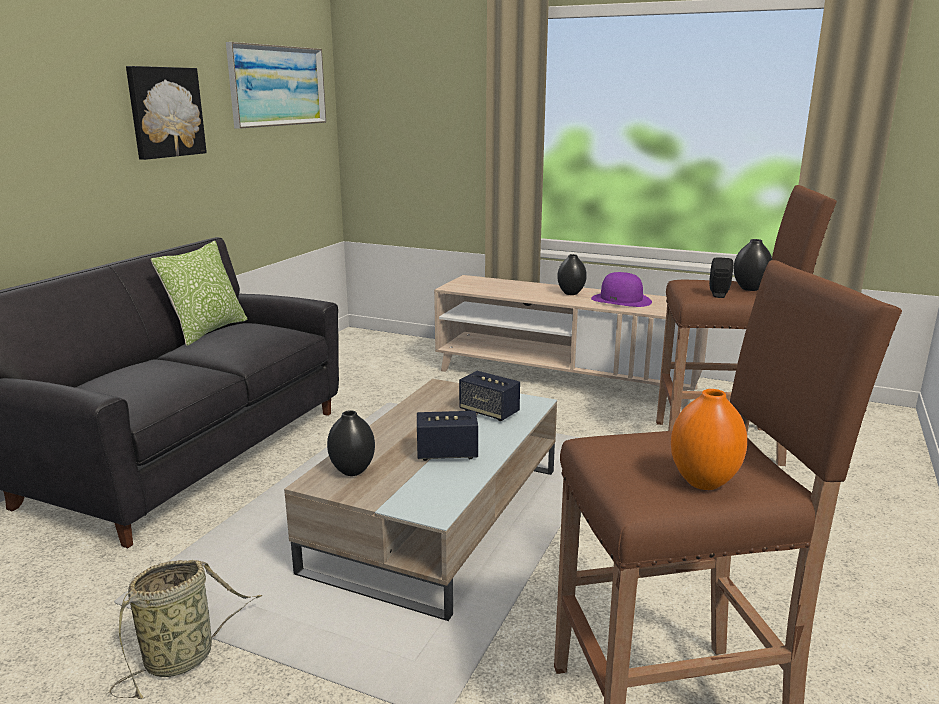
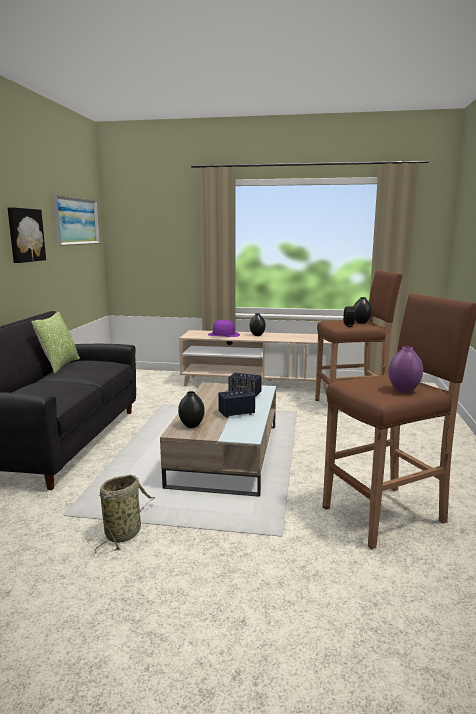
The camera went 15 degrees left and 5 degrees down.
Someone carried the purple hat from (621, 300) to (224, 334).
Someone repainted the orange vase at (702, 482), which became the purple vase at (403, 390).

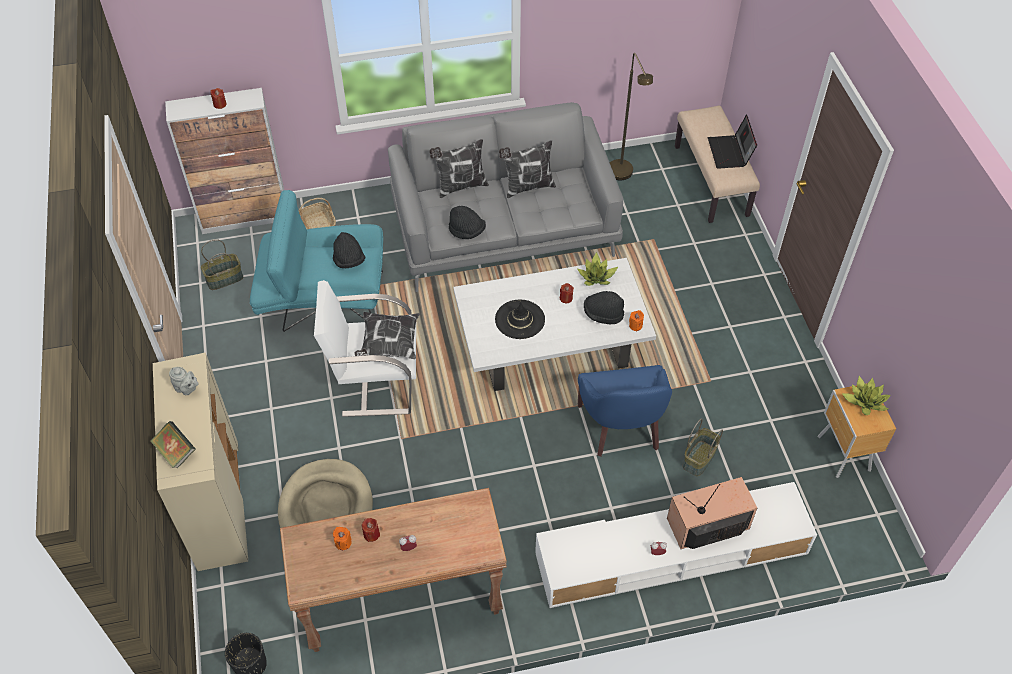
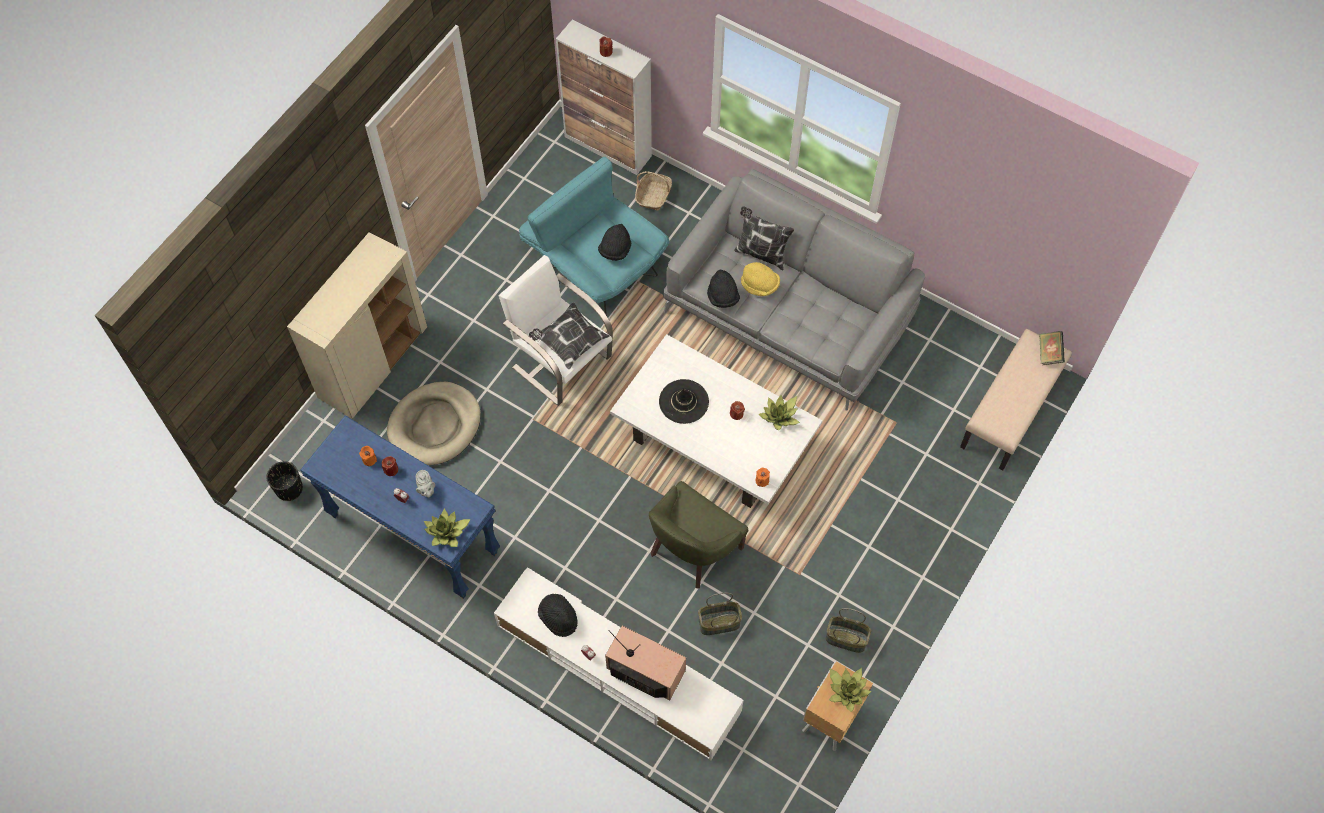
The camera went 45 degrees right and 10 degrees up.
Someone took away the pillow at (527, 187).
Someone took away the brown floor lamp at (623, 176).
Someone took away the laptop at (730, 153).
Someone put down the potted plant at (447, 532).
Someone put down the yellow hat at (760, 285).
Someone carried the book from (176, 452) to (1049, 353).
Someone carried the grey teapot from (187, 389) to (426, 490).
Someone carried the basket from (224, 278) to (846, 638).
Someone carried the black hat from (603, 314) to (558, 618).
Someone repainted the brown console table at (401, 604), which became the blue console table at (412, 535).
Someone repainted the blue armchair at (622, 427), which became the green armchair at (692, 549).

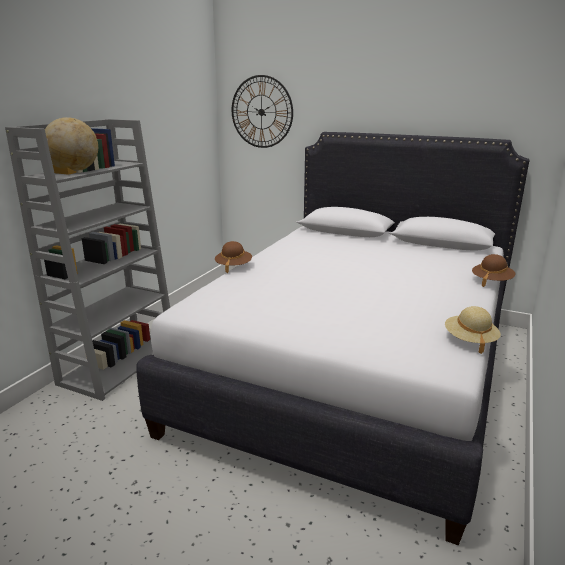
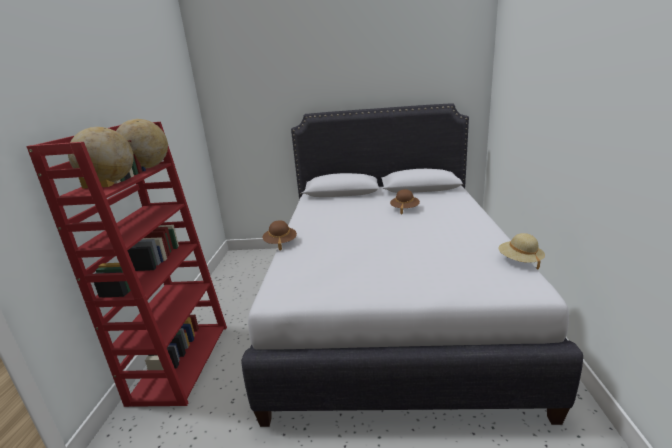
The camera went 20 degrees left and 0 degrees up.
Someone took away the wall clock at (261, 112).
Someone put down the globe at (147, 167).
Someone carried the brown hat from (491, 281) to (404, 209).
Someone repainted the grey bookcase at (120, 363), which became the red bookcase at (181, 361).

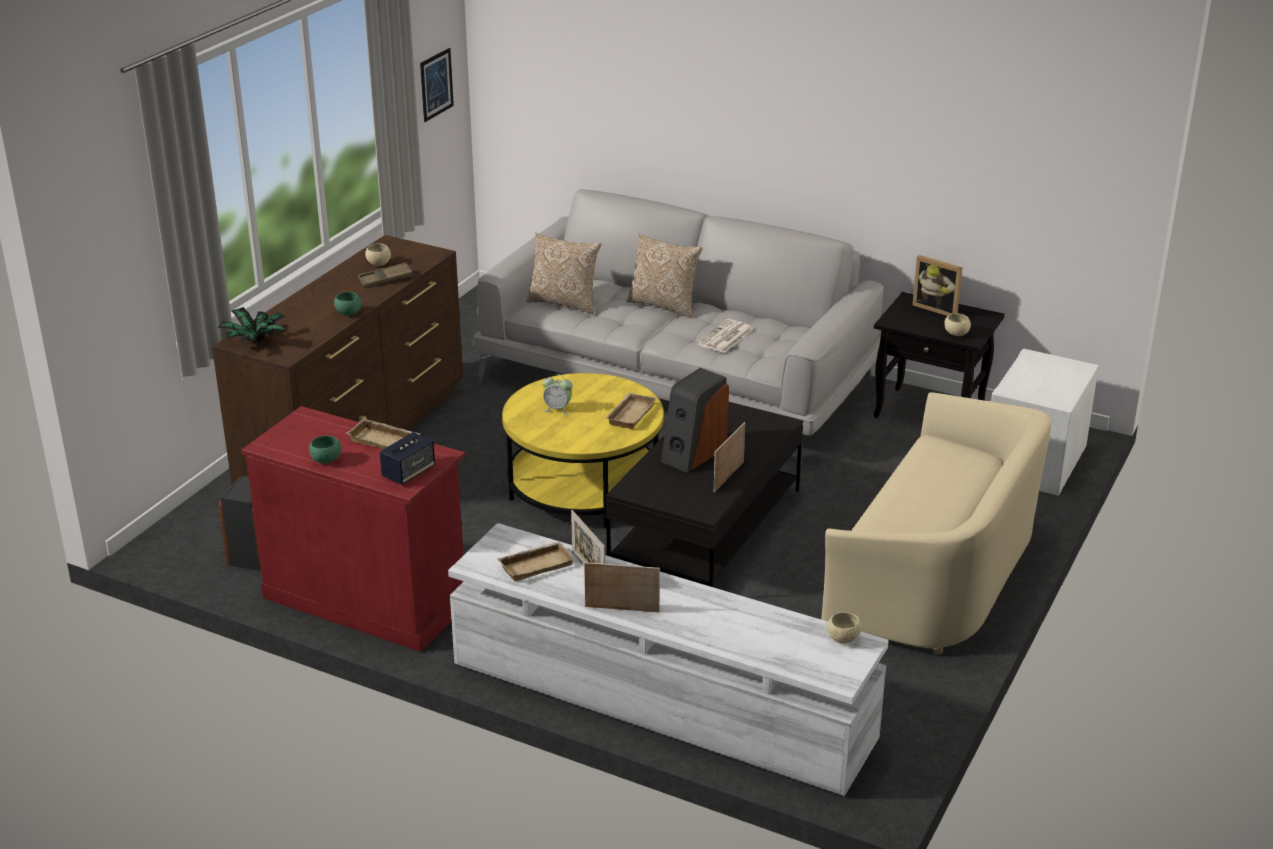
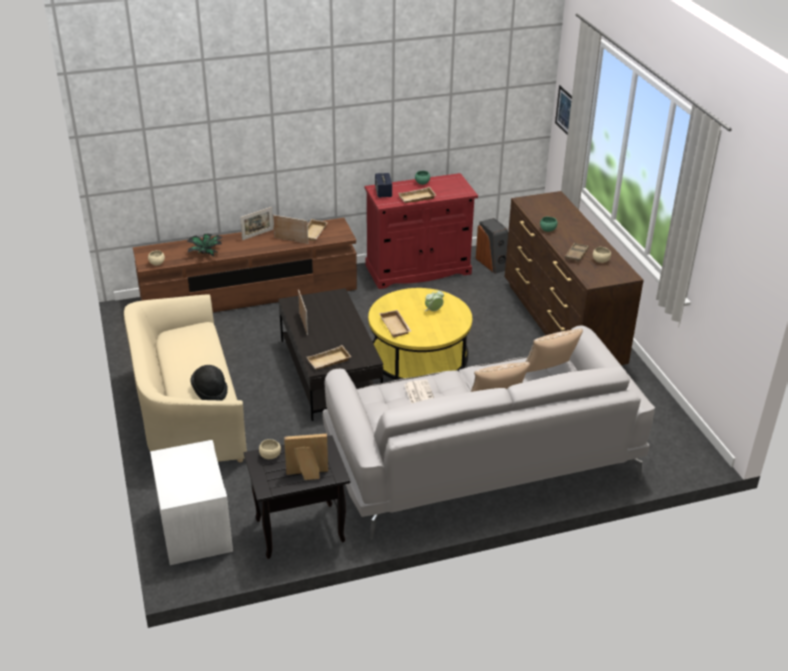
The camera went 135 degrees right and 5 degrees up.
Someone took away the speaker at (693, 453).
Someone put down the black hat at (210, 391).
Someone put down the beige tray at (328, 361).
Someone carried the potted plant from (254, 341) to (206, 253).
Someone carried the picture from (436, 84) to (565, 111).
Someone repainted the white tv stand at (661, 701), which became the brown tv stand at (249, 294).

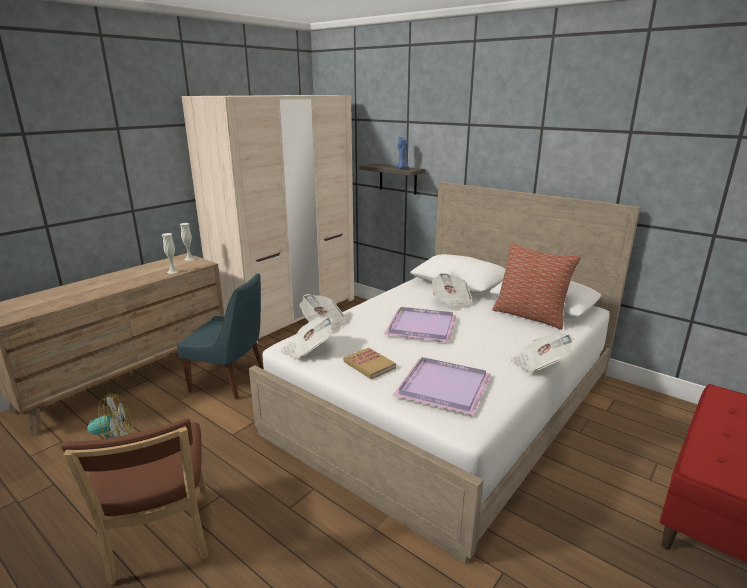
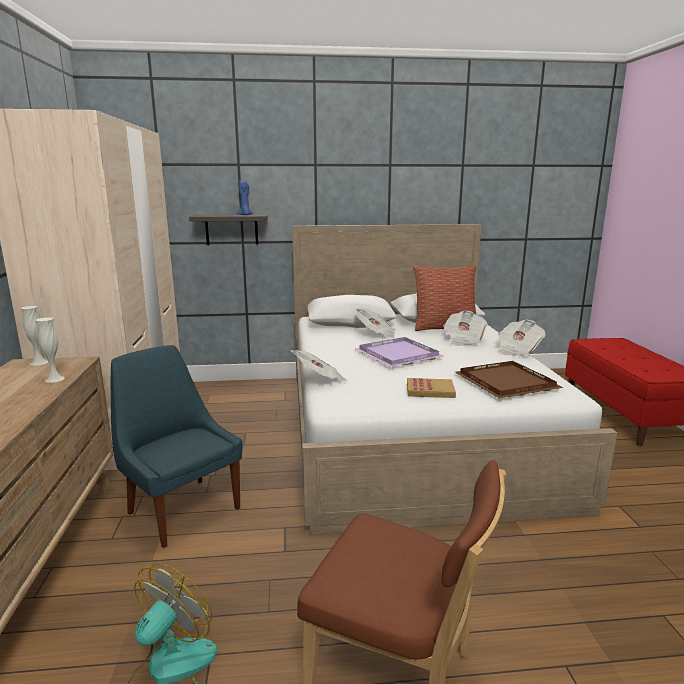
The camera went 45 degrees left and 5 degrees down.
Someone carried the newspaper from (307, 350) to (463, 340).
Someone repainted the purple tray at (442, 386), which became the brown tray at (504, 382).
Someone rotated the blue chair at (231, 380) by 105 degrees counterclockwise.

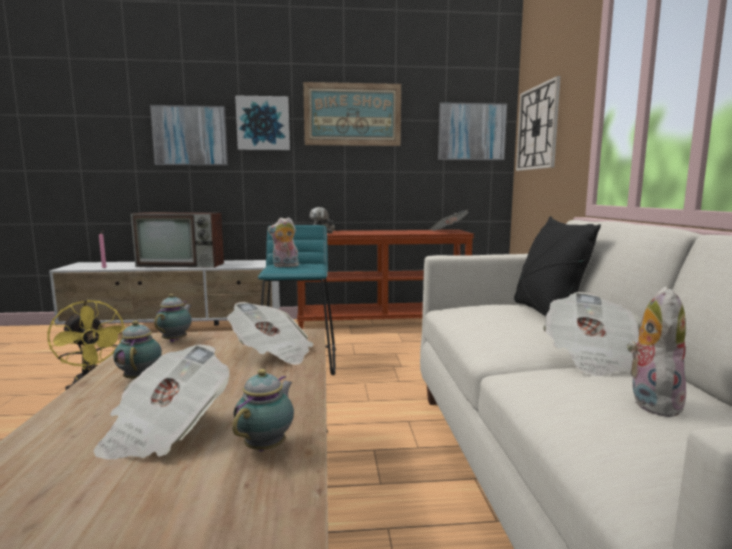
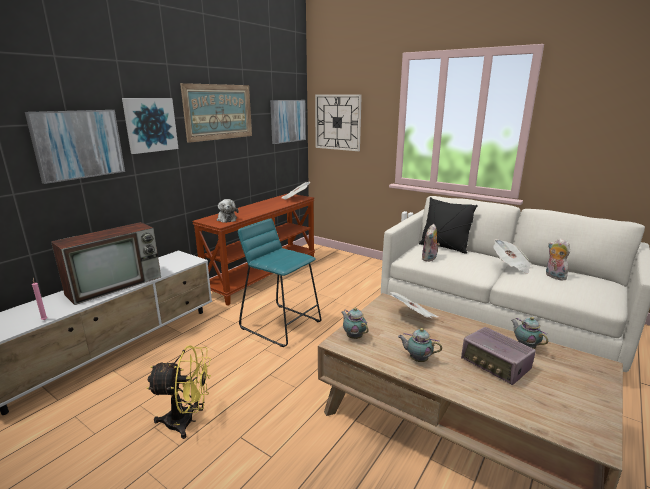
The camera went 50 degrees left and 10 degrees up.
Someone carried the plush toy from (285, 266) to (429, 259).
Someone swapped the newspaper at (165, 431) for the radio at (495, 365).

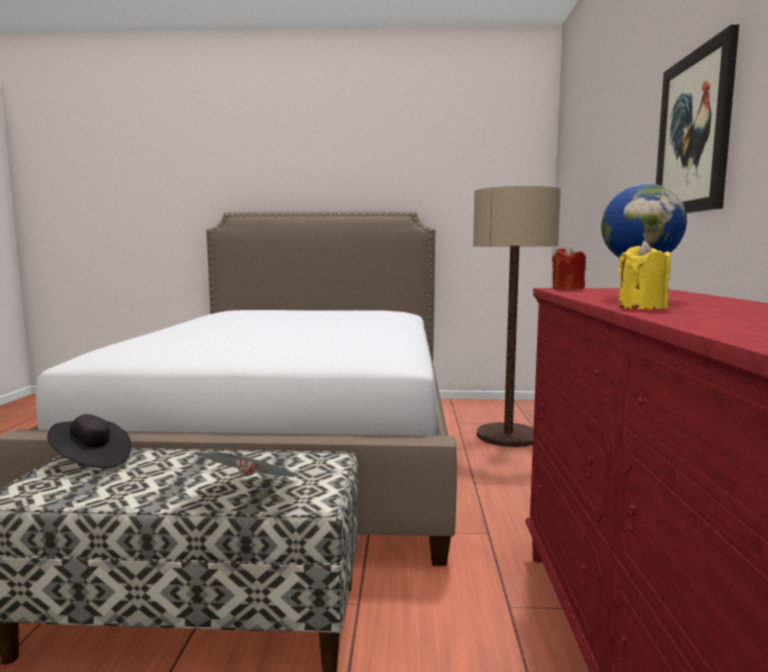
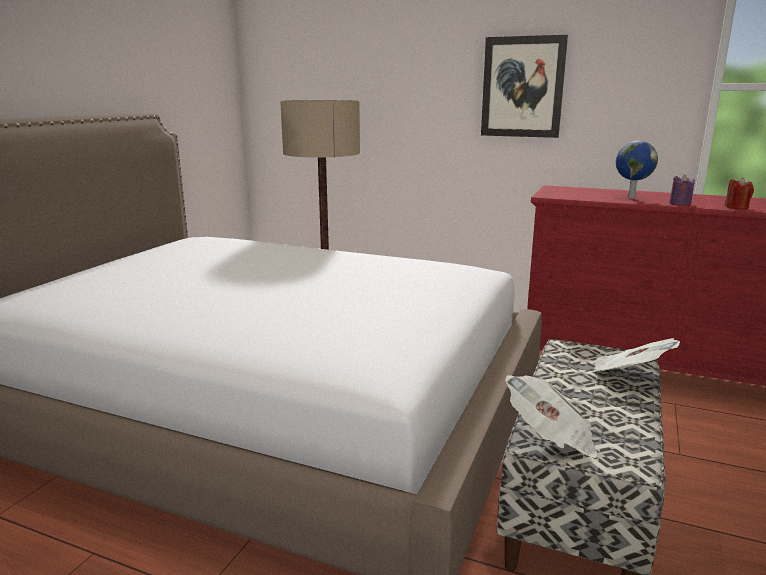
The camera went 70 degrees left and 10 degrees up.
Someone carried the red candle from (567, 288) to (736, 207).
Someone swapped the black hat at (91, 460) for the newspaper at (550, 437).
Someone repainted the yellow candle at (641, 307), which became the purple candle at (680, 204).

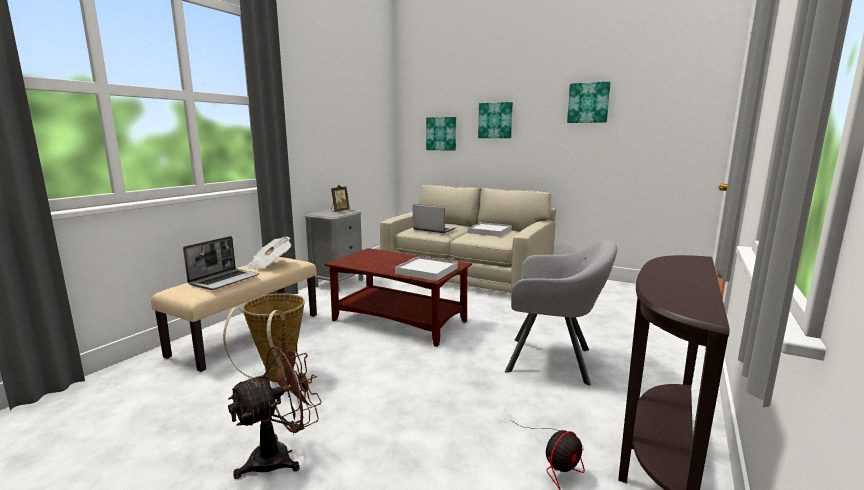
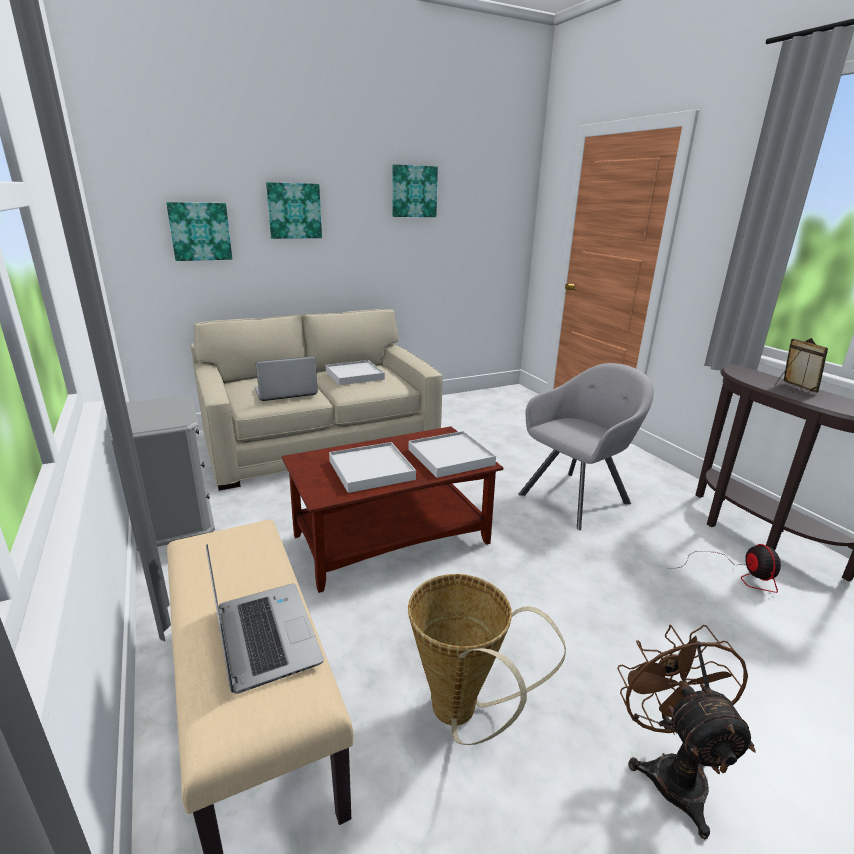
The camera went 55 degrees left and 10 degrees up.
Someone took away the newspaper at (269, 265).
Someone put down the white tray at (371, 470).
Someone carried the picture frame from (339, 211) to (793, 389).

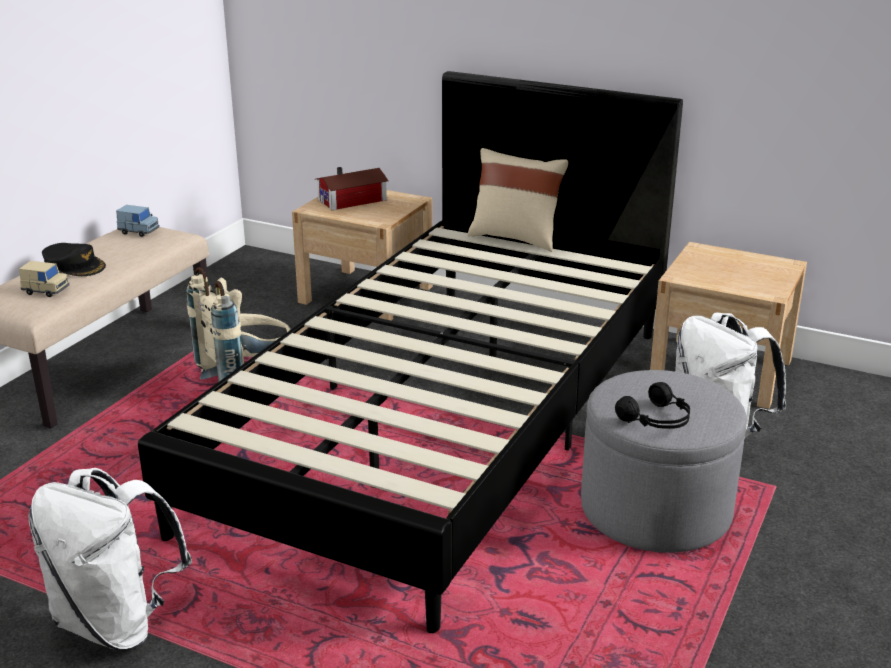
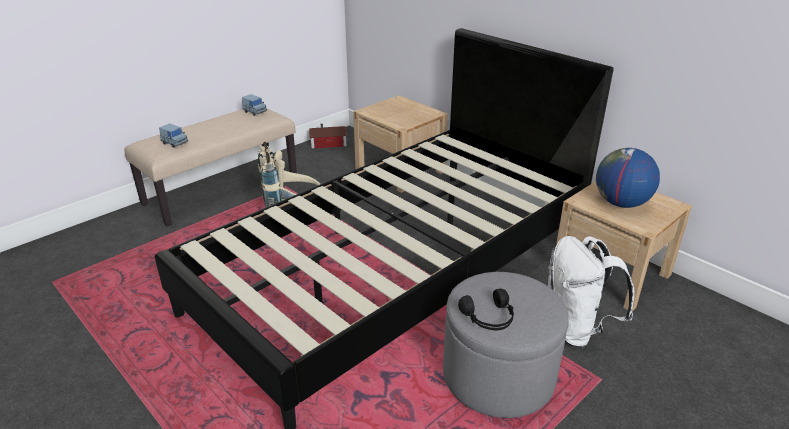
The camera went 20 degrees right and 5 degrees up.
Someone took away the white backpack at (117, 623).
Someone took away the black cap at (75, 266).
Someone took away the beige pillow at (516, 238).
Someone put down the globe at (621, 203).
Someone carried the toy house from (354, 200) to (329, 143).
Someone repainted the beige toy car at (46, 291), which became the blue toy car at (175, 143).

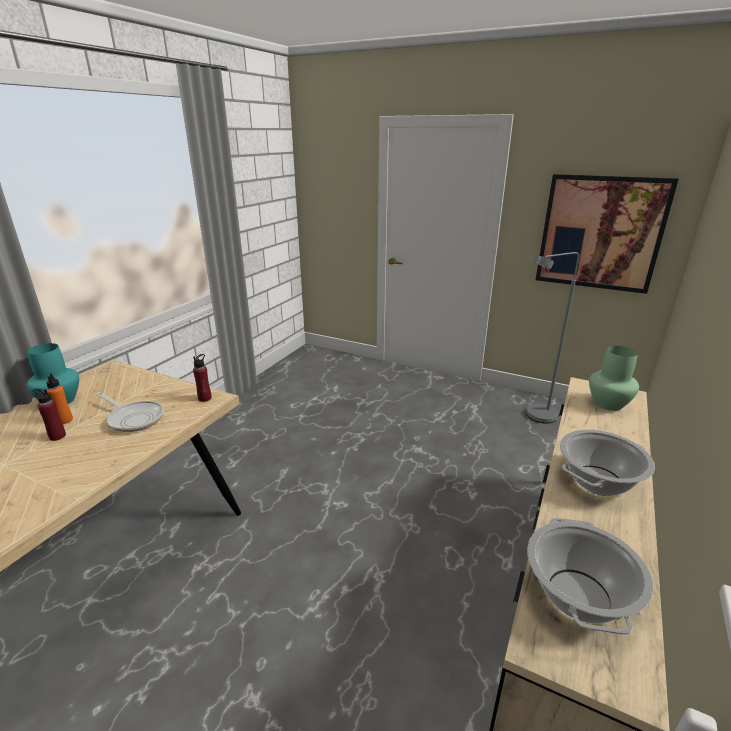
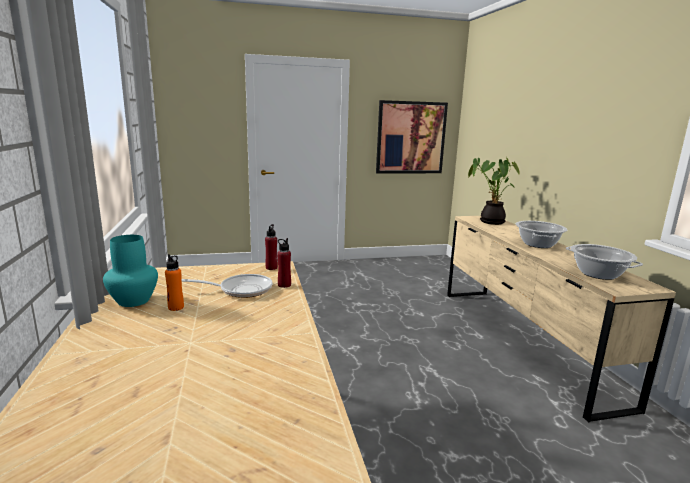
The camera went 40 degrees left and 10 degrees down.
Someone took away the grey floor lamp at (534, 417).
Someone carried the red bottle from (57, 436) to (284, 285).
Someone swapped the green vase at (607, 404) for the potted plant at (489, 221).

